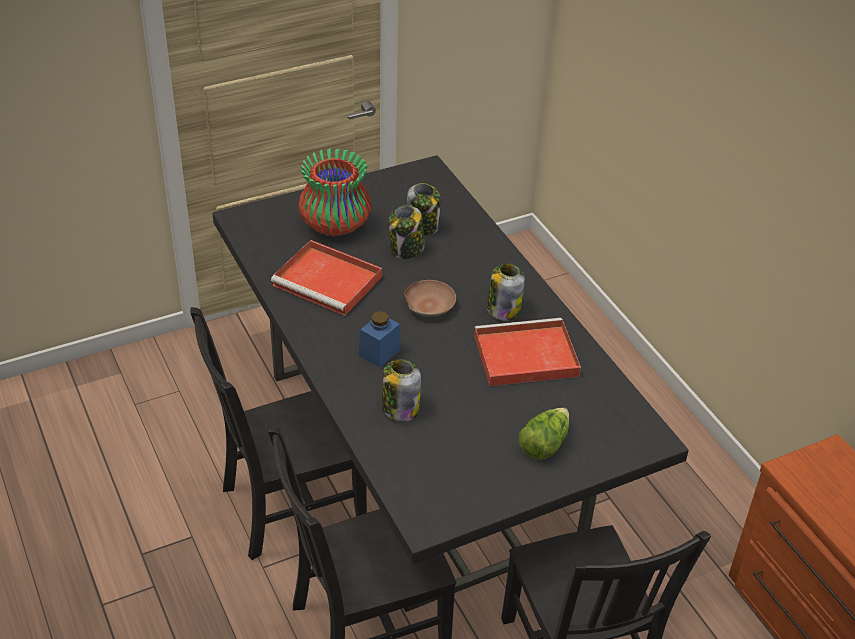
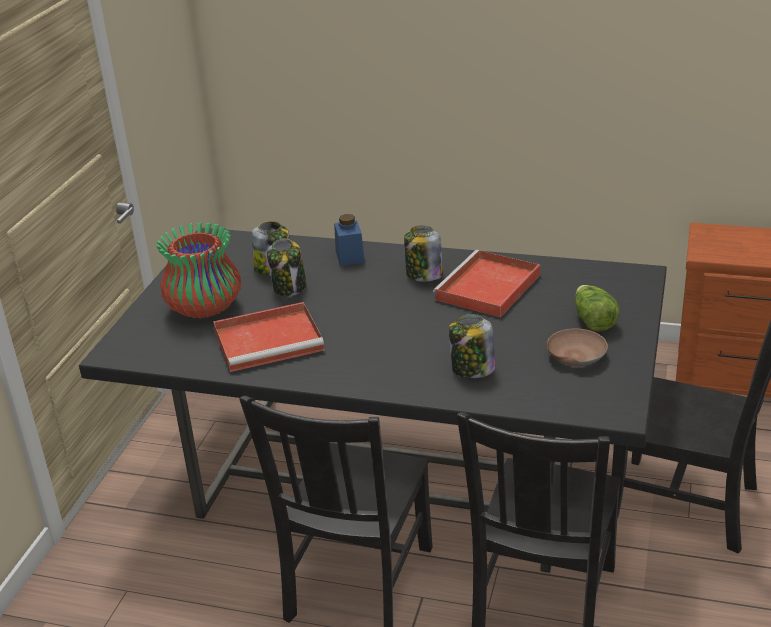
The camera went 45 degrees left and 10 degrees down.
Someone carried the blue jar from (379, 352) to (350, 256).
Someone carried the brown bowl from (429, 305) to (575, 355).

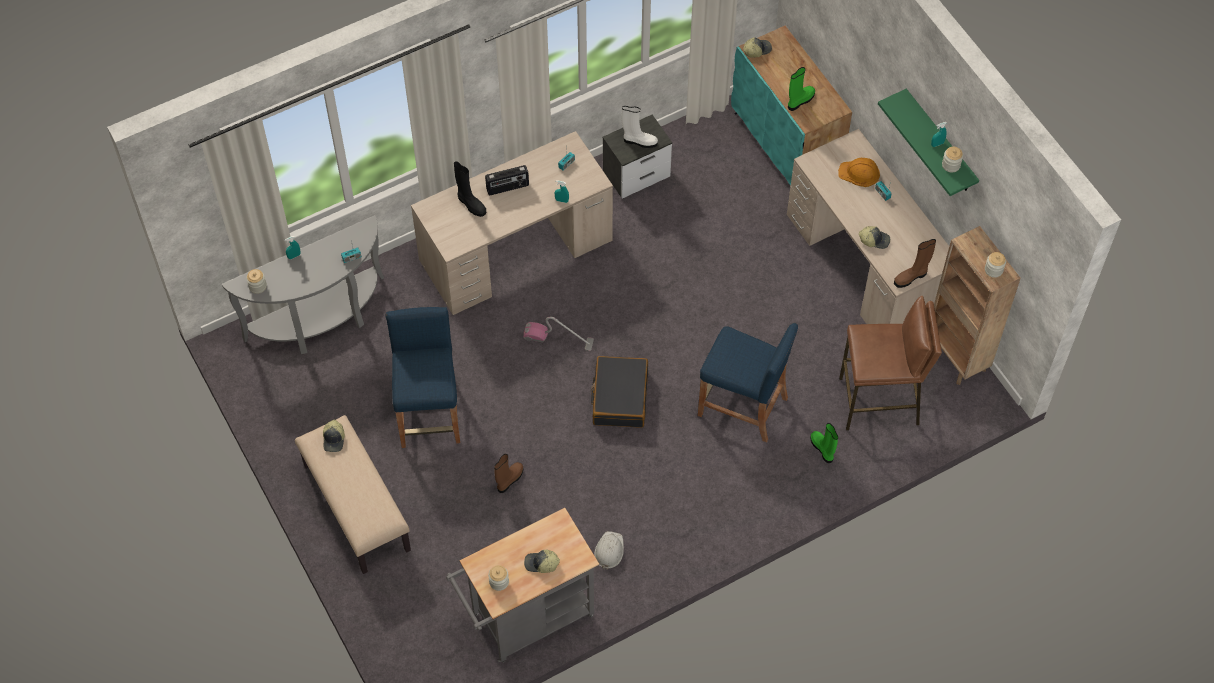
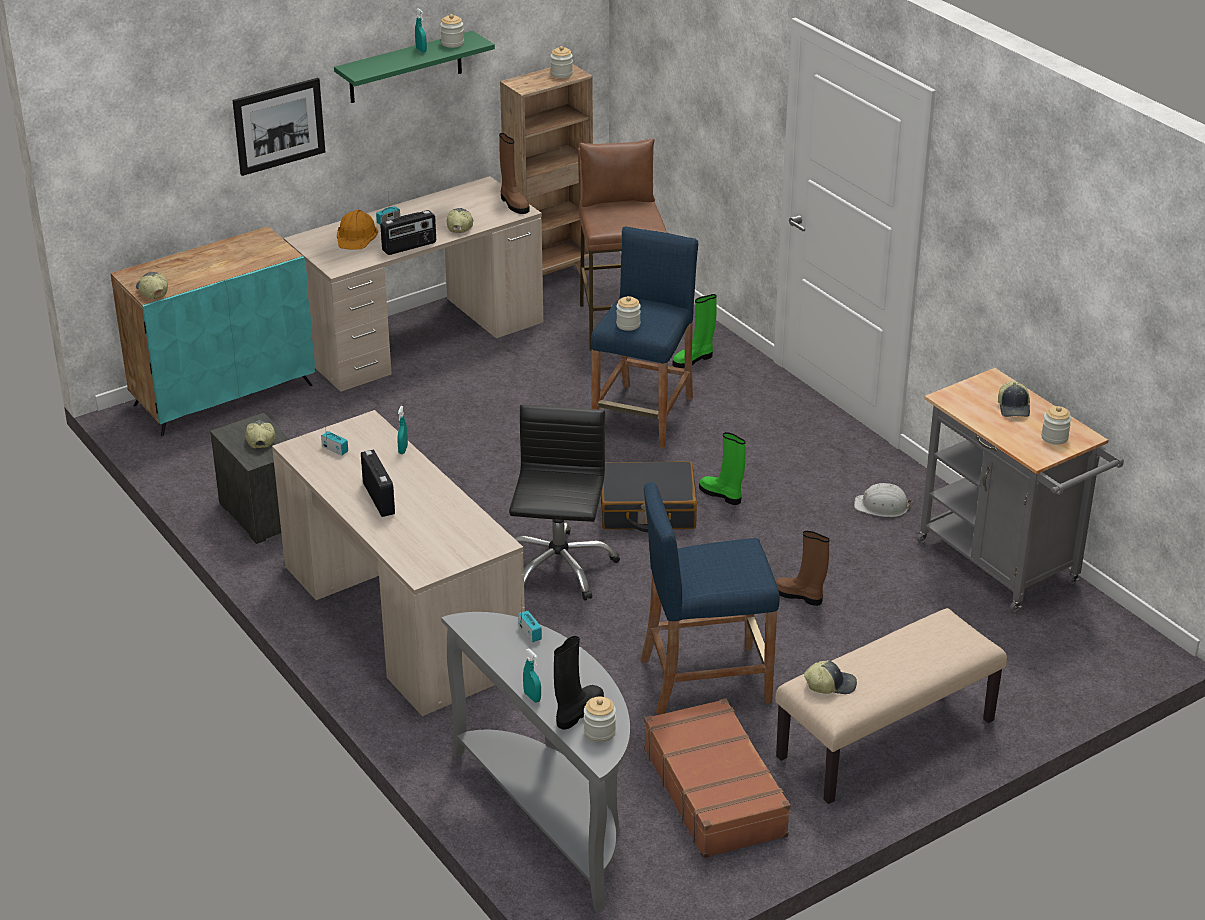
The camera went 95 degrees left and 25 degrees down.
Someone put up the picture at (279, 126).
Someone put down the radio at (409, 247).
Someone put down the jar at (628, 325).
Someone put down the brown suitcase at (715, 792).
Someone carried the black boot from (470, 204) to (578, 712).
Someone carried the green boot from (800, 101) to (721, 495).
Someone swapped the vacuum cleaner at (558, 339) for the black office chair at (558, 567).
Someone swapped the white boot at (639, 141) for the cap at (260, 439).

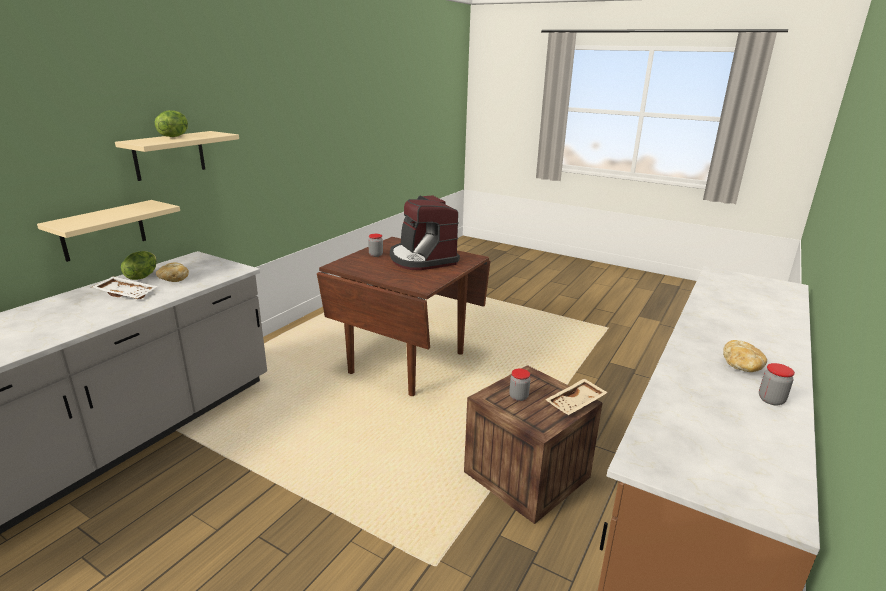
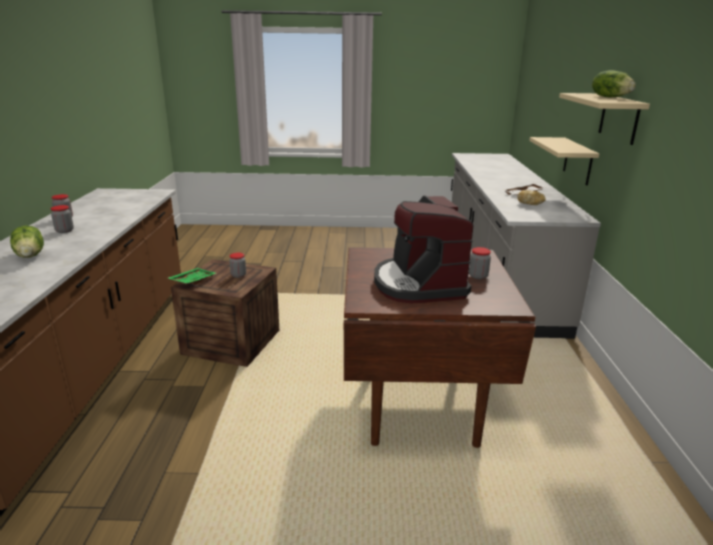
The camera went 150 degrees right and 0 degrees up.
Someone carried the lettuce from (142, 276) to (31, 255).
Someone swapped the bread at (742, 366) for the jar at (64, 231).
Someone repainted the beige tray at (576, 403), which became the green tray at (192, 281).
Someone rotated the coffee machine at (422, 259) by 135 degrees counterclockwise.

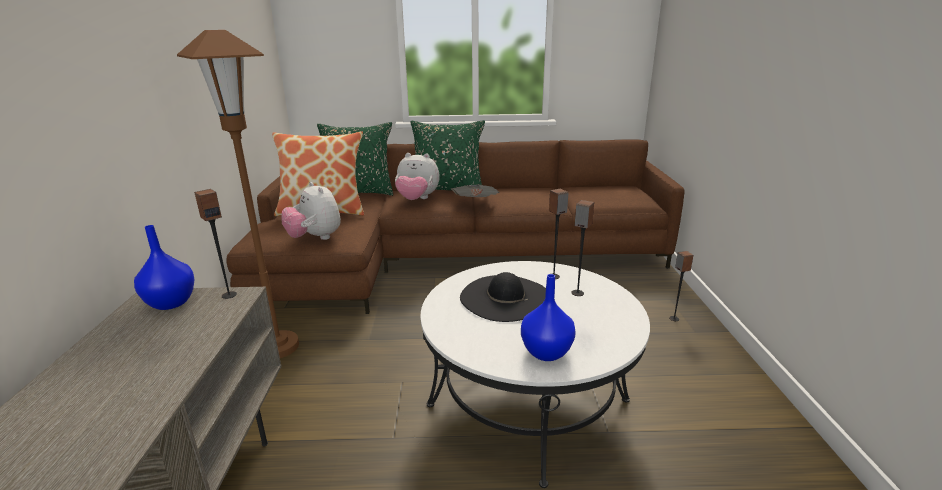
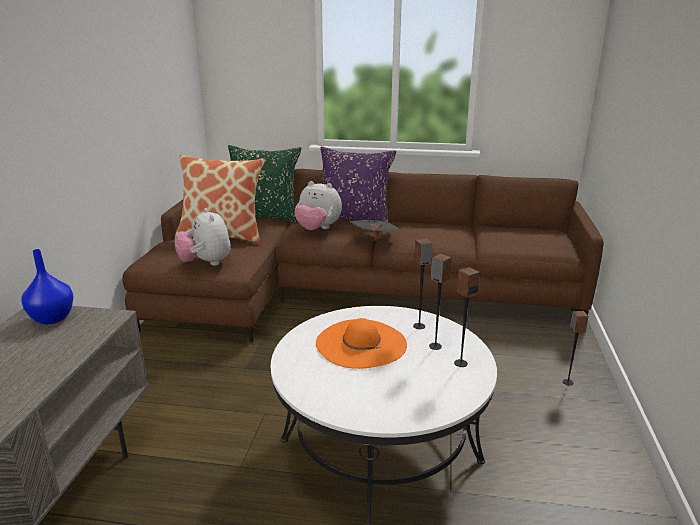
The camera went 10 degrees right and 0 degrees up.
Someone took away the brown floor lamp at (278, 347).
Someone took away the blue vase at (546, 353).
Someone carried the speaker from (229, 295) to (460, 363).
Someone repainted the green pillow at (447, 189), which became the purple pillow at (353, 219).
Someone repainted the black hat at (505, 297), which became the orange hat at (361, 343).

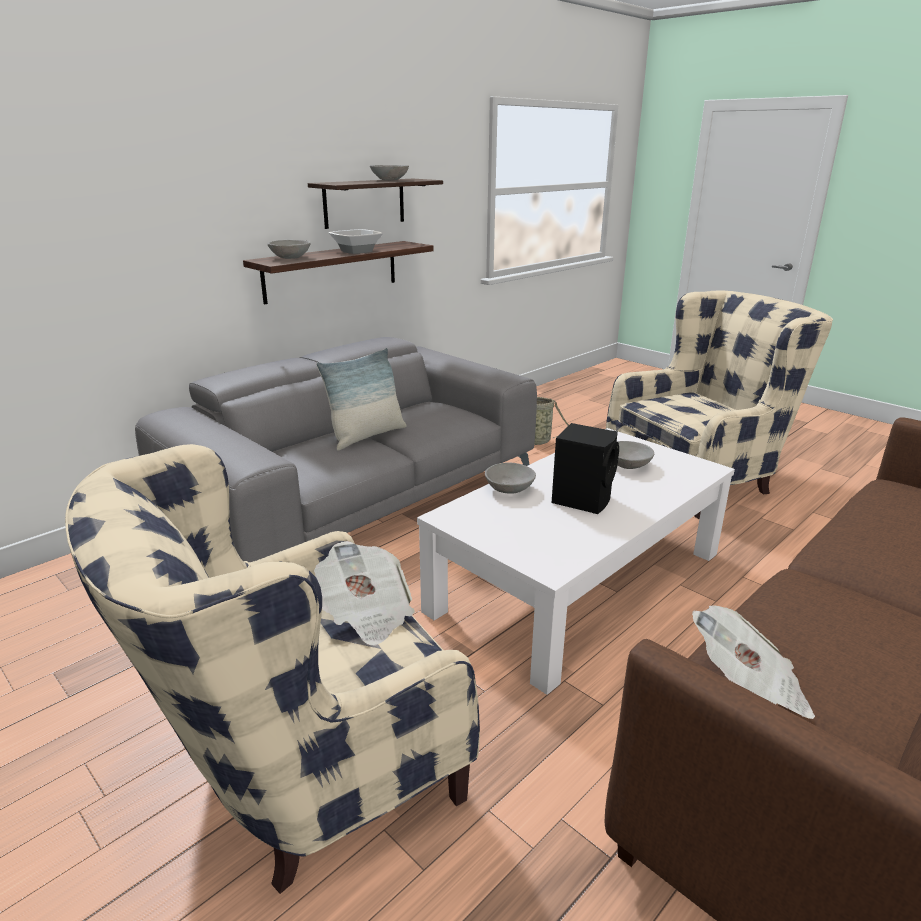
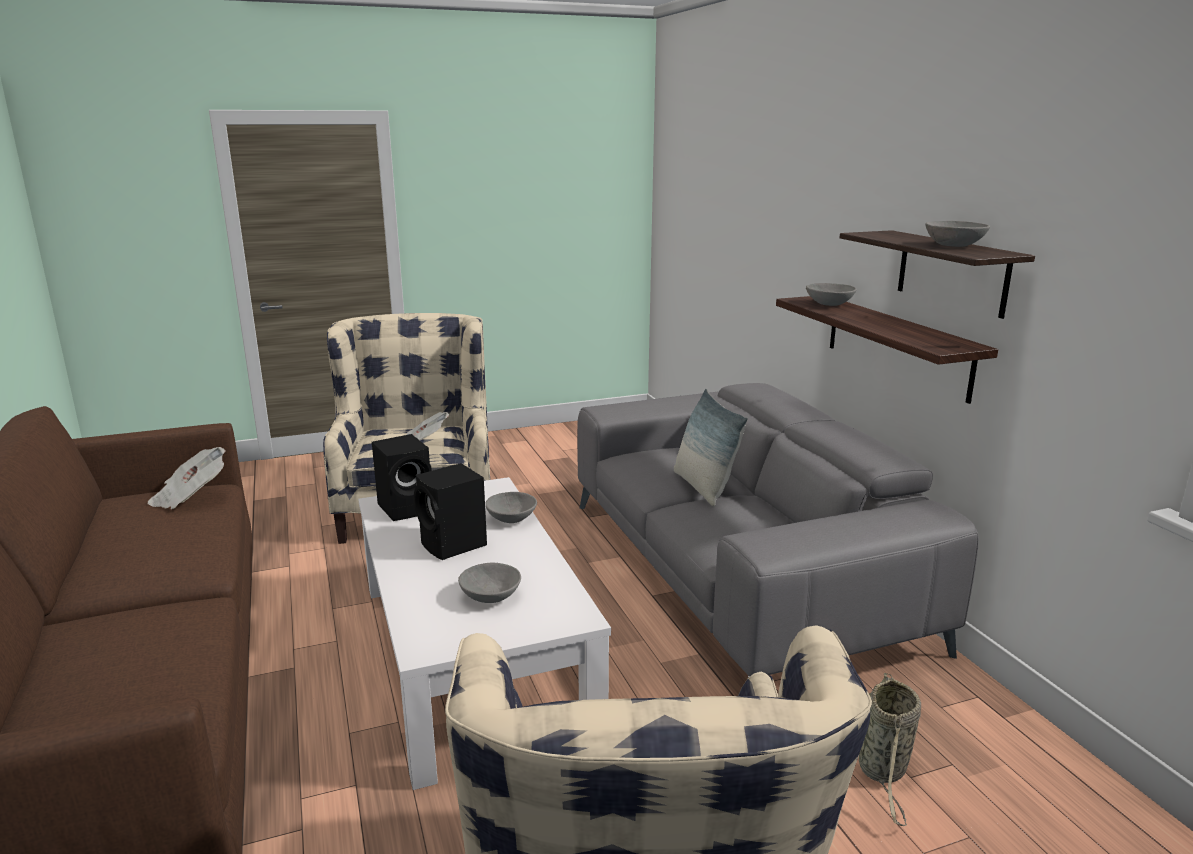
The camera went 115 degrees right and 5 degrees down.
Someone took away the bowl at (356, 251).
Someone put down the black speaker at (407, 508).

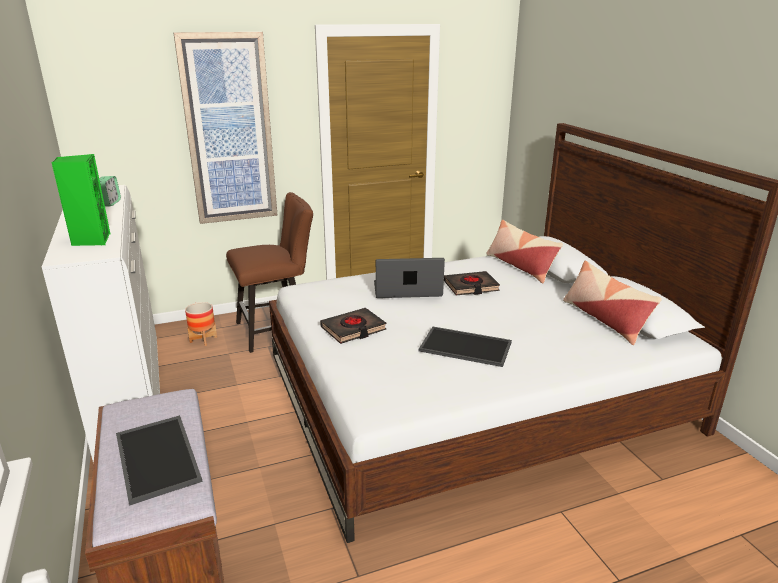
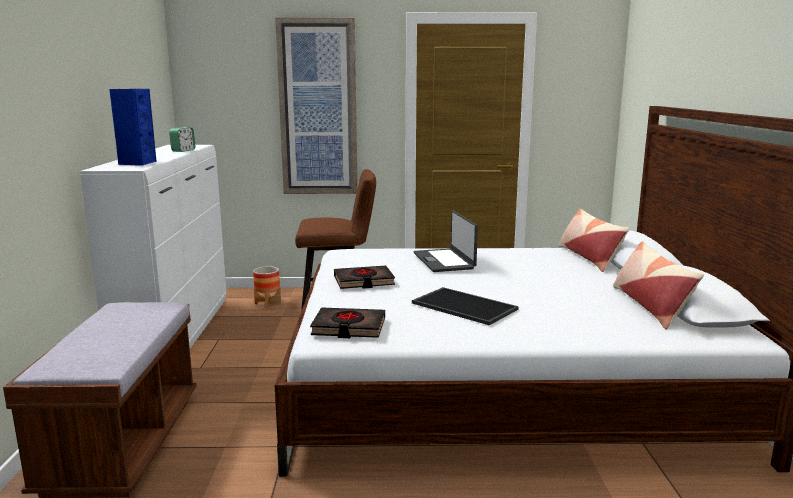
The camera went 20 degrees right and 10 degrees down.
Someone took away the tray at (159, 457).
Someone carried the black book from (471, 287) to (348, 328).
Someone repainted the green speaker at (91, 240), which became the blue speaker at (137, 163).
Someone rotated the laptop at (407, 290) by 120 degrees counterclockwise.

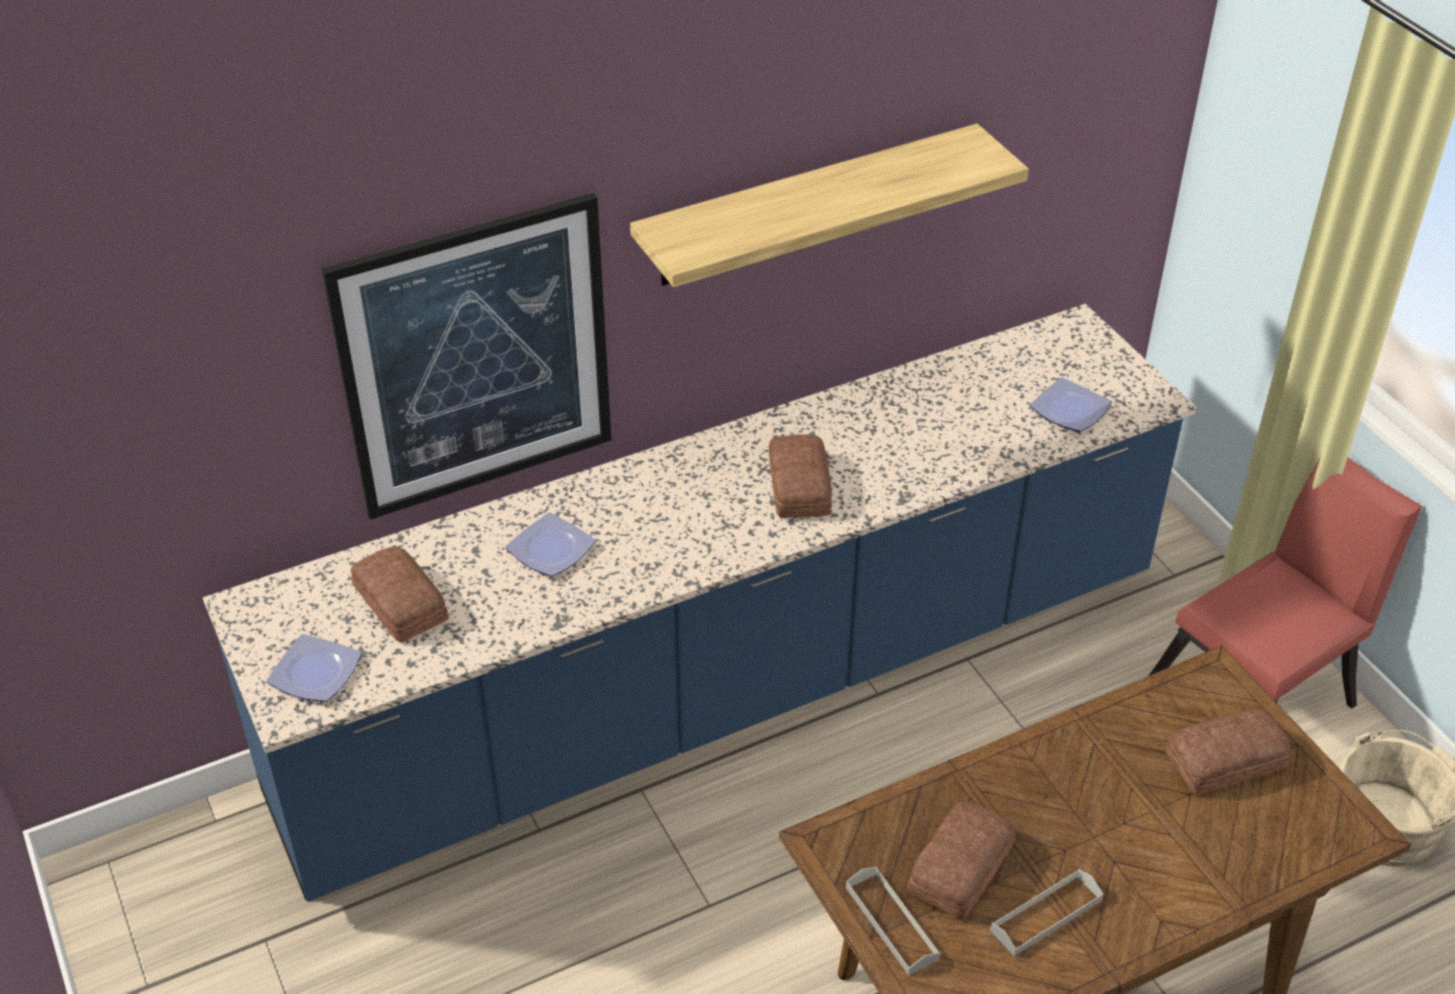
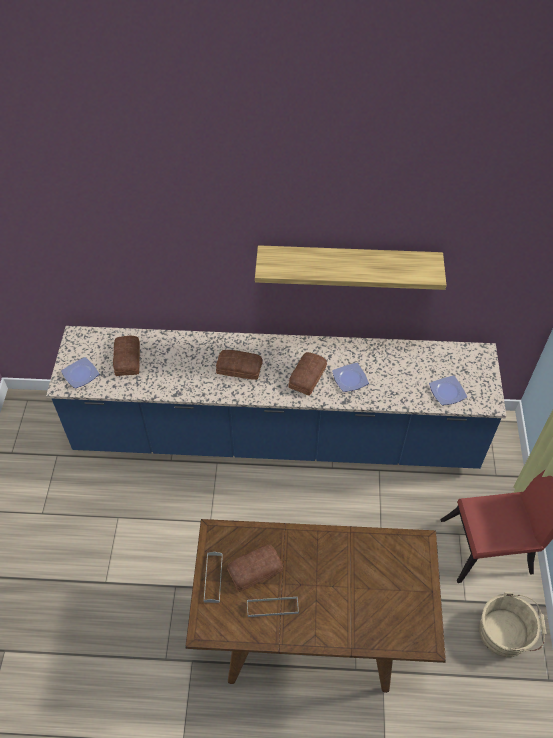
The camera went 30 degrees right and 10 degrees up.
Someone took away the picture at (476, 358).
Someone carried the plate from (553, 549) to (350, 379).
Someone carried the bread from (1228, 761) to (239, 369).

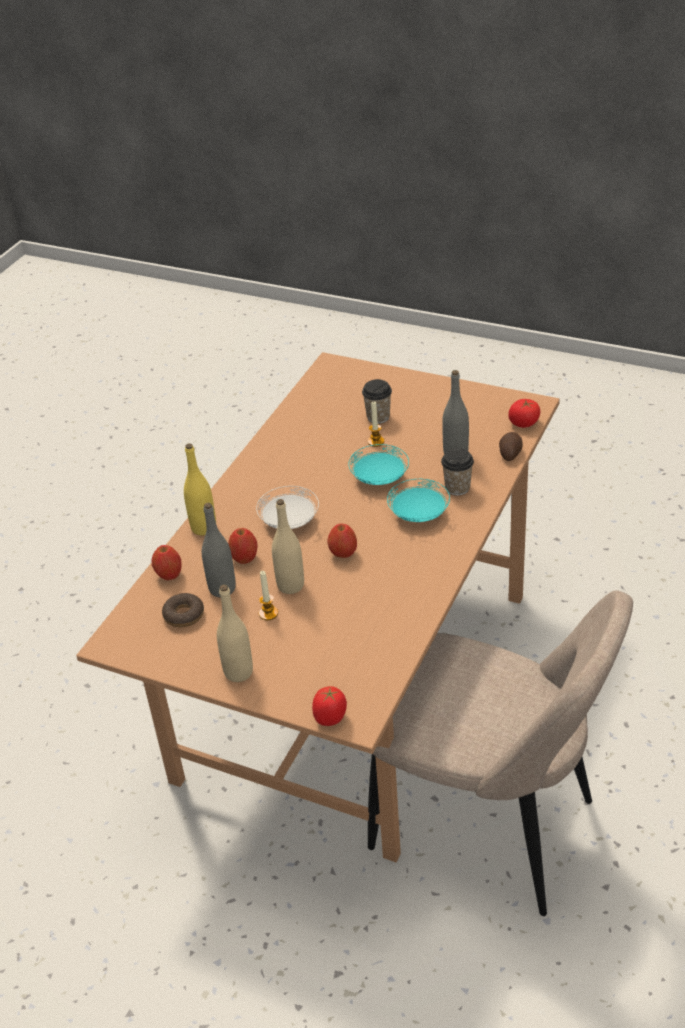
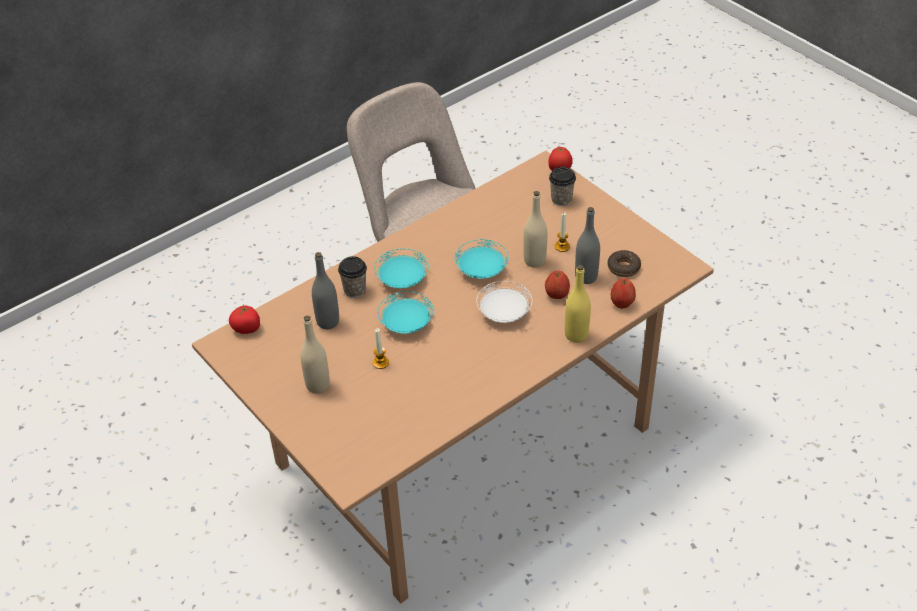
The camera went 155 degrees left and 5 degrees up.
Someone took away the potato at (510, 453).
Someone carried the beige bottle from (238, 672) to (318, 385).
Someone carried the cup from (378, 417) to (561, 199).
Someone swapped the apple at (343, 553) for the turquoise plate at (481, 270).

